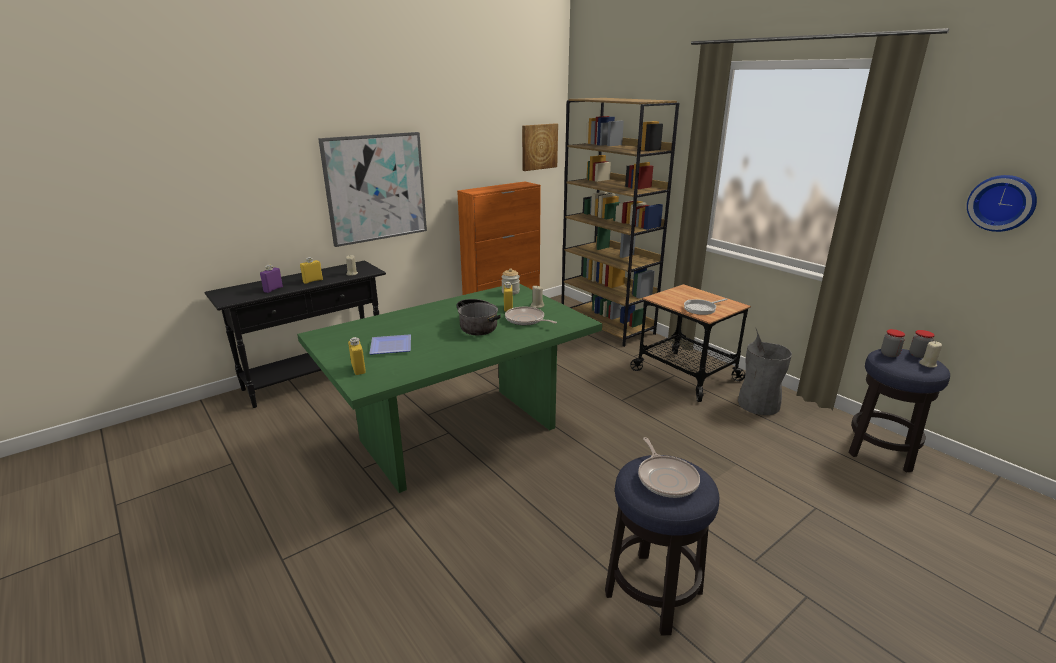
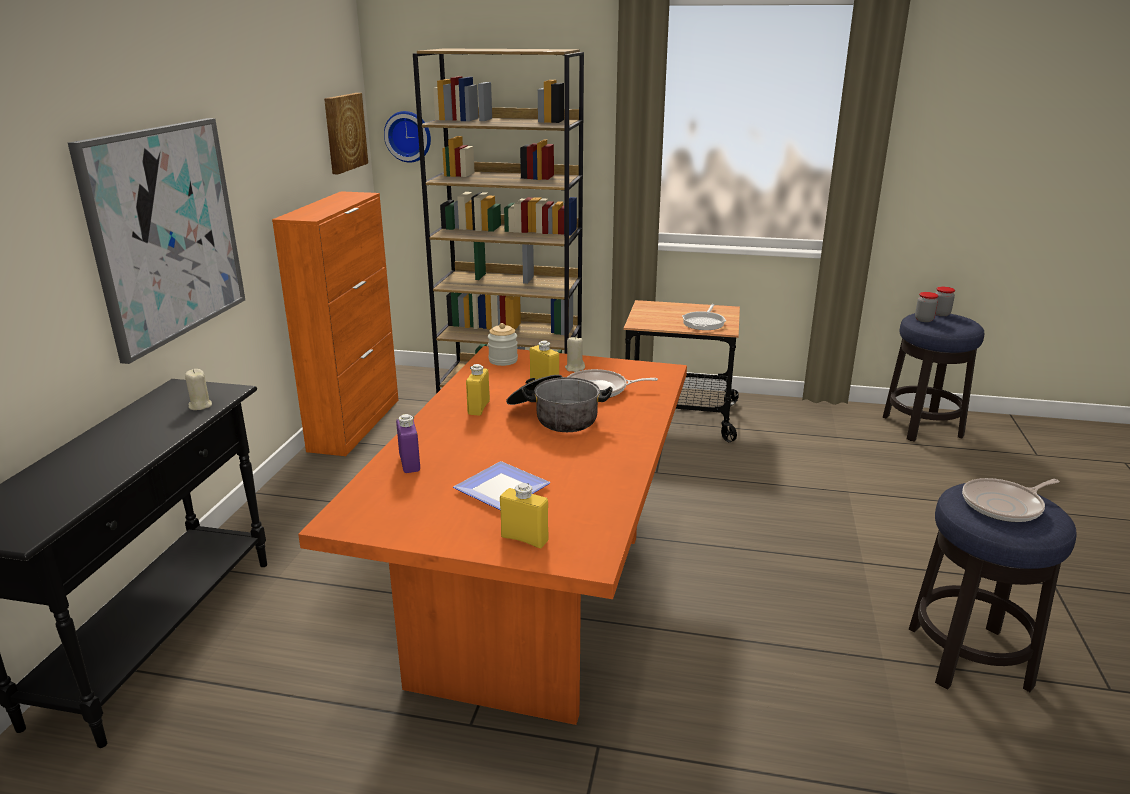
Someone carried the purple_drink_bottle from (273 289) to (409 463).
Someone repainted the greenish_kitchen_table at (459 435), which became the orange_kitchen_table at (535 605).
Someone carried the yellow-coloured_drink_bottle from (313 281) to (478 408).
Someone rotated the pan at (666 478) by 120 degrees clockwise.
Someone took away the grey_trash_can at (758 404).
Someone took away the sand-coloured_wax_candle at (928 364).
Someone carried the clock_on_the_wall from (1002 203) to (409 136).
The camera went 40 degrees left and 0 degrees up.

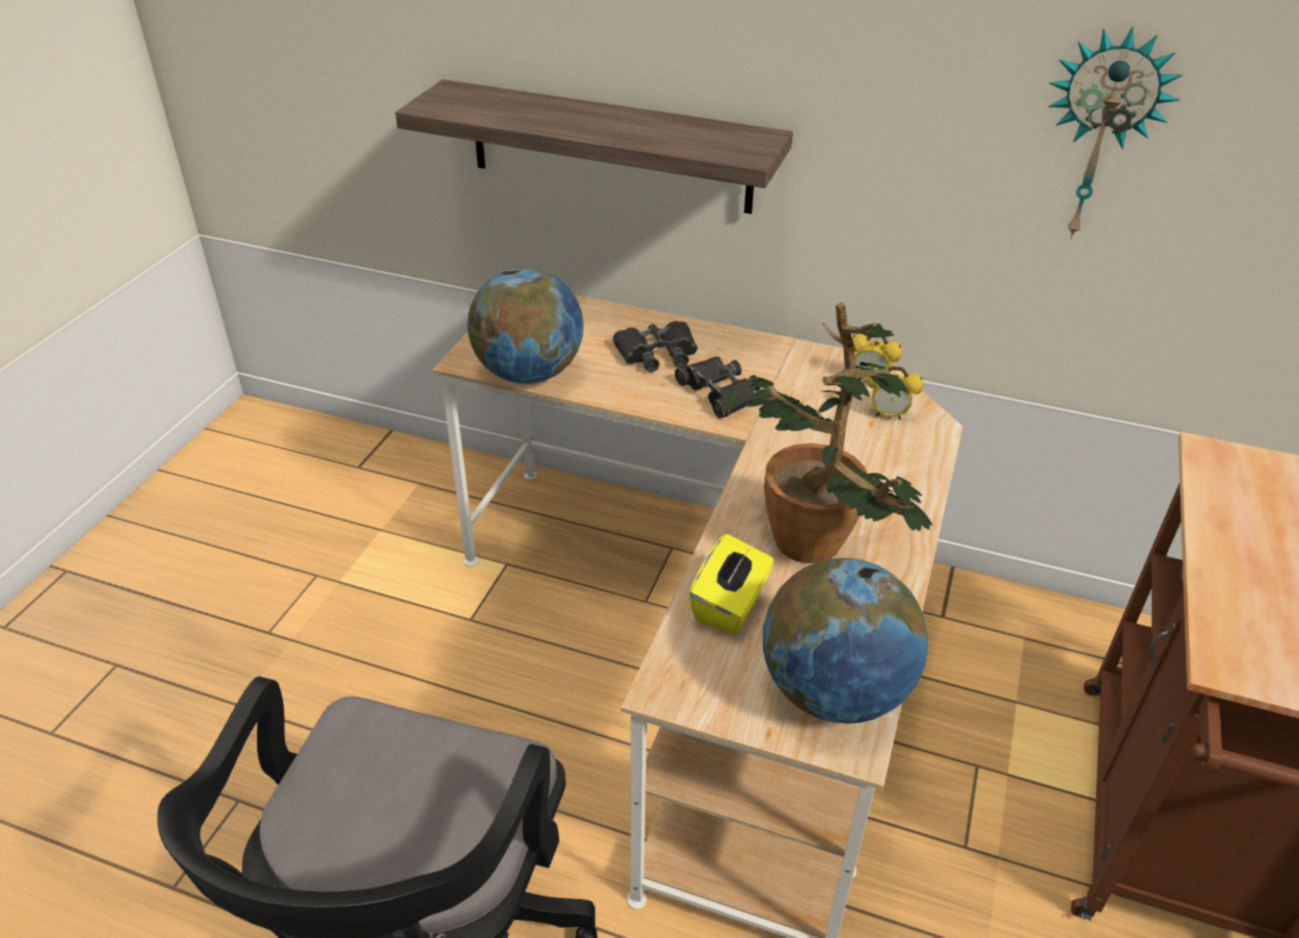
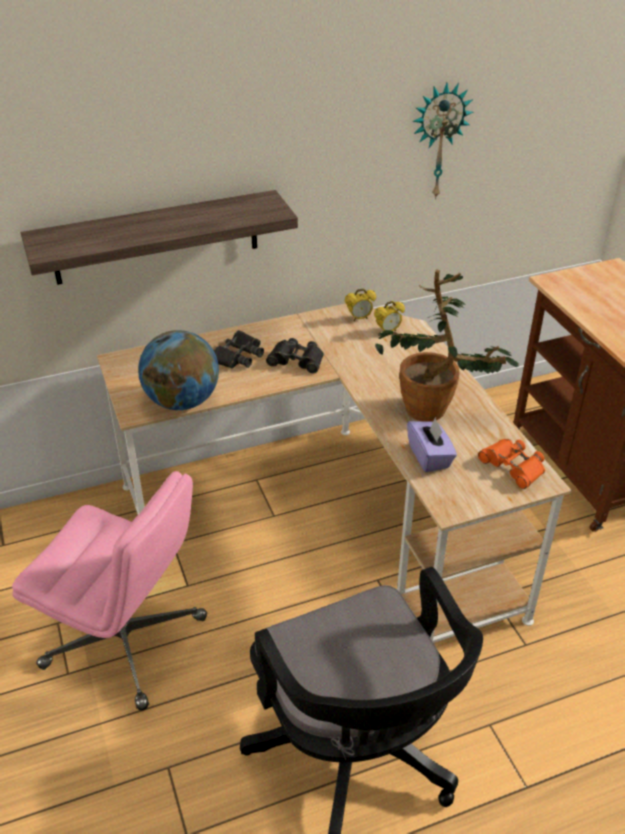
Someone repainted the yellow-coloured_tissue_box at (730 604), which became the purple_tissue_box at (429 457).
Someone swapped the world_globe at (834 692) for the orange_binoculars at (513 466).
Someone put down the pink_office_chair at (127 642).
The camera went 40 degrees left and 0 degrees up.

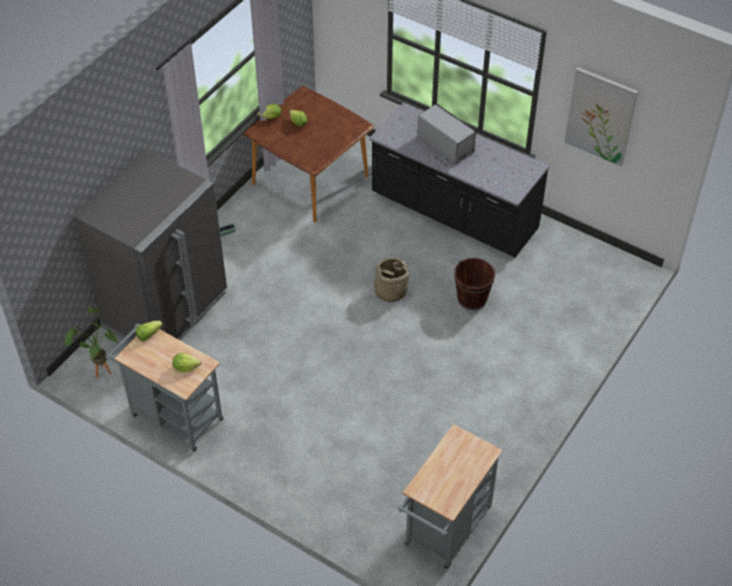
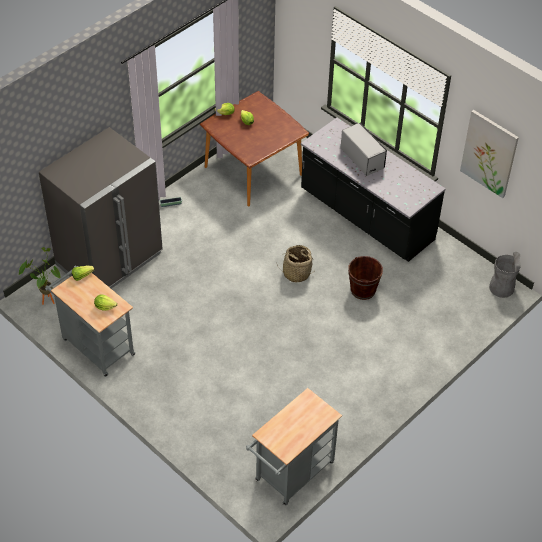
Someone put down the grey_trash_can at (501 288).
The camera went 10 degrees right and 0 degrees up.

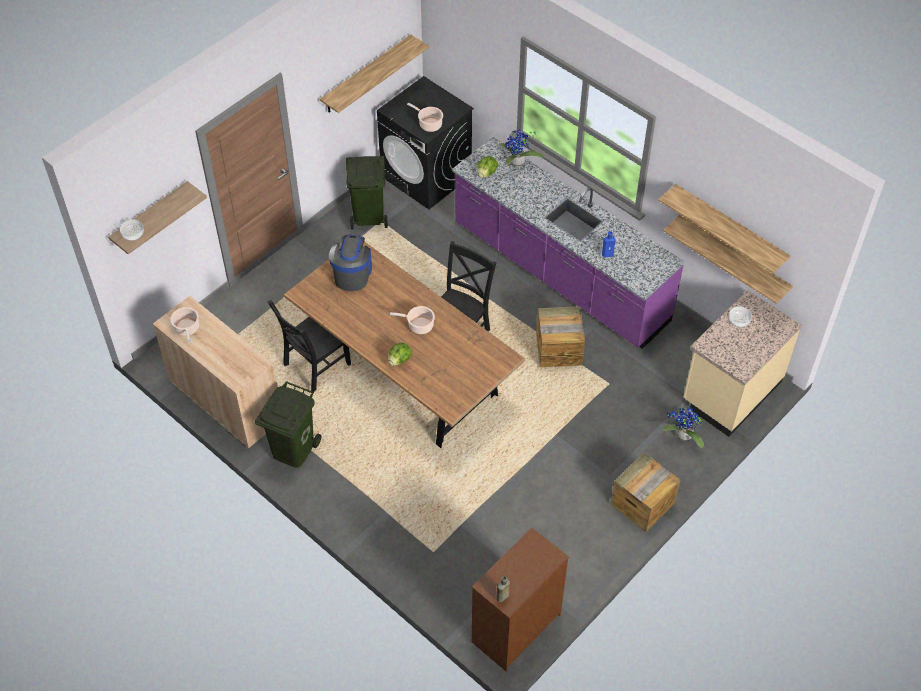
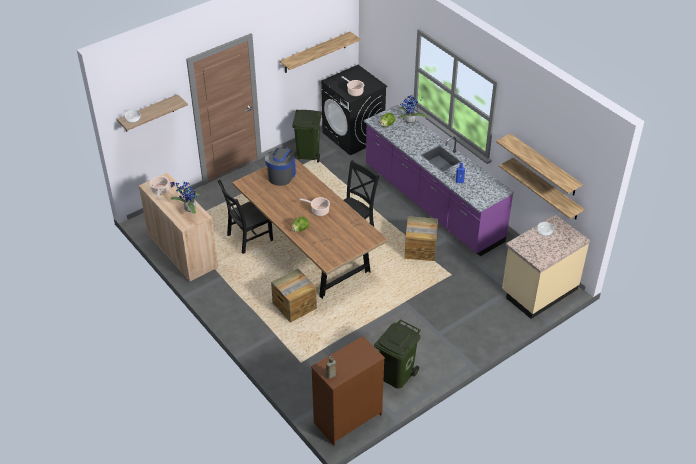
Someone carried the greenish_trash_can from (292 449) to (396 375).
Someone carried the shipping_crate from (642 503) to (294 306).
Someone carried the plant_in_a_pot from (682 436) to (188 209).
The camera went 10 degrees right and 10 degrees down.

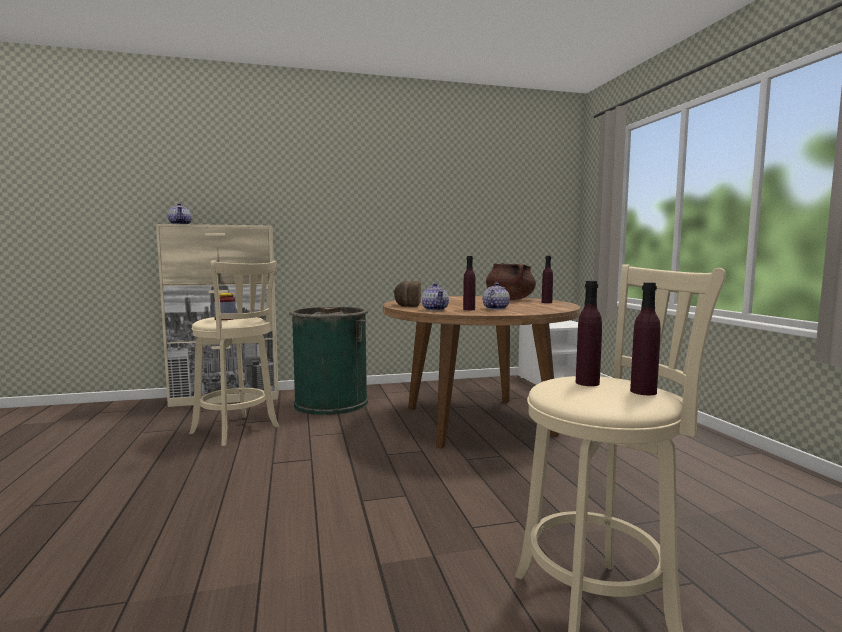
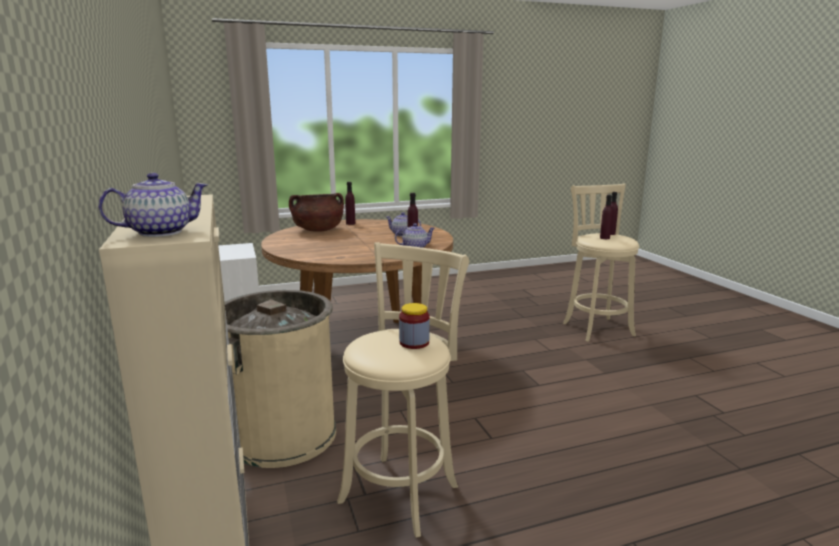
Someone repainted the greenish_trash_can at (331 403), which became the sand-coloured_trash_can at (283 435).
Someone took away the baked_bread at (407 305).
The camera went 95 degrees left and 10 degrees up.

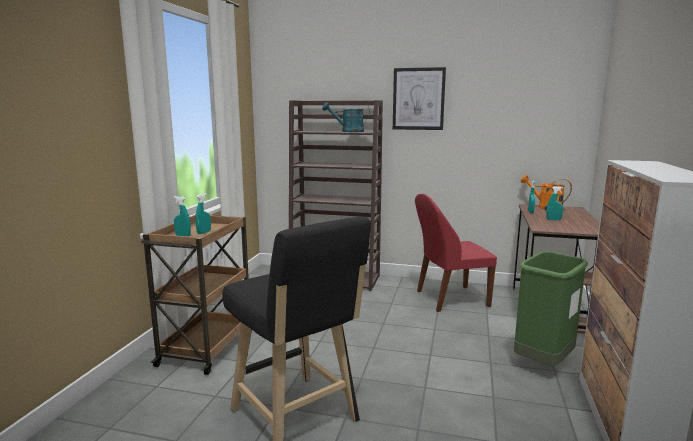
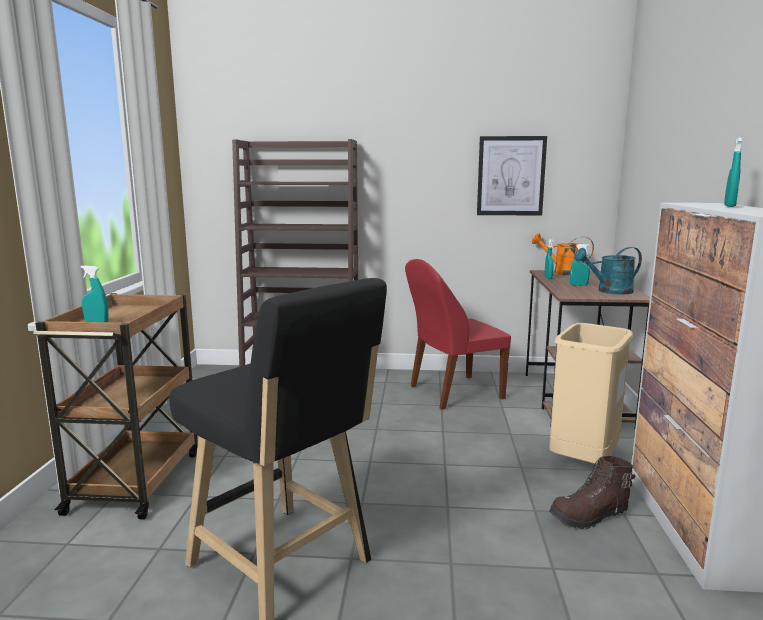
Someone carried the blue-green_spray_bottle from (204 232) to (729 206).
Someone carried the blue-green_watering_pot from (348 131) to (609 291).
Someone carried the wall_art from (418 99) to (511 176).
Someone repainted the greenish_trash_can at (543 362), which became the sand-coloured_trash_can at (583 461).
Someone put down the brownish_tall_boot at (590 516).
The camera went 10 degrees left and 0 degrees up.

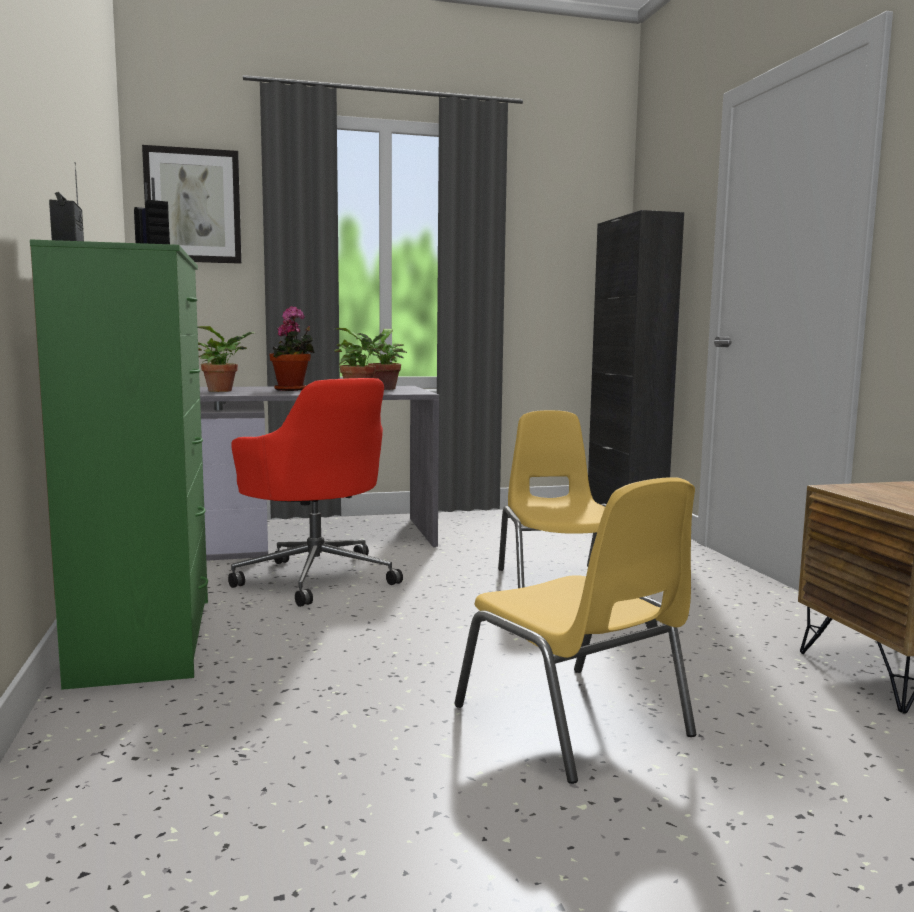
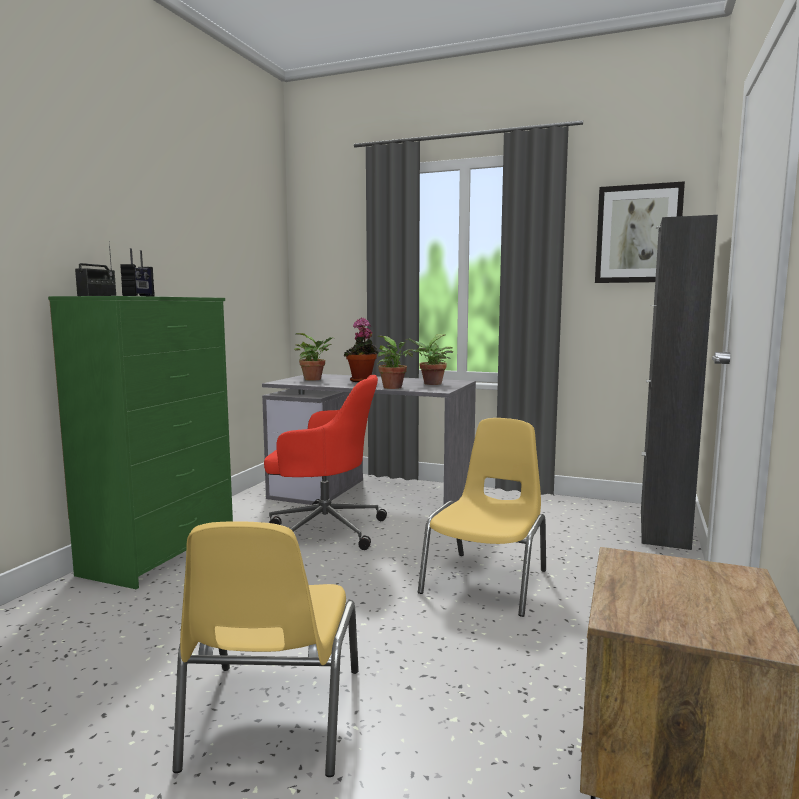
Someone carried the wall_art from (193 206) to (638 234).
Someone rotated the red_office_chair at (316 576) by 75 degrees counterclockwise.
The camera went 35 degrees right and 0 degrees up.

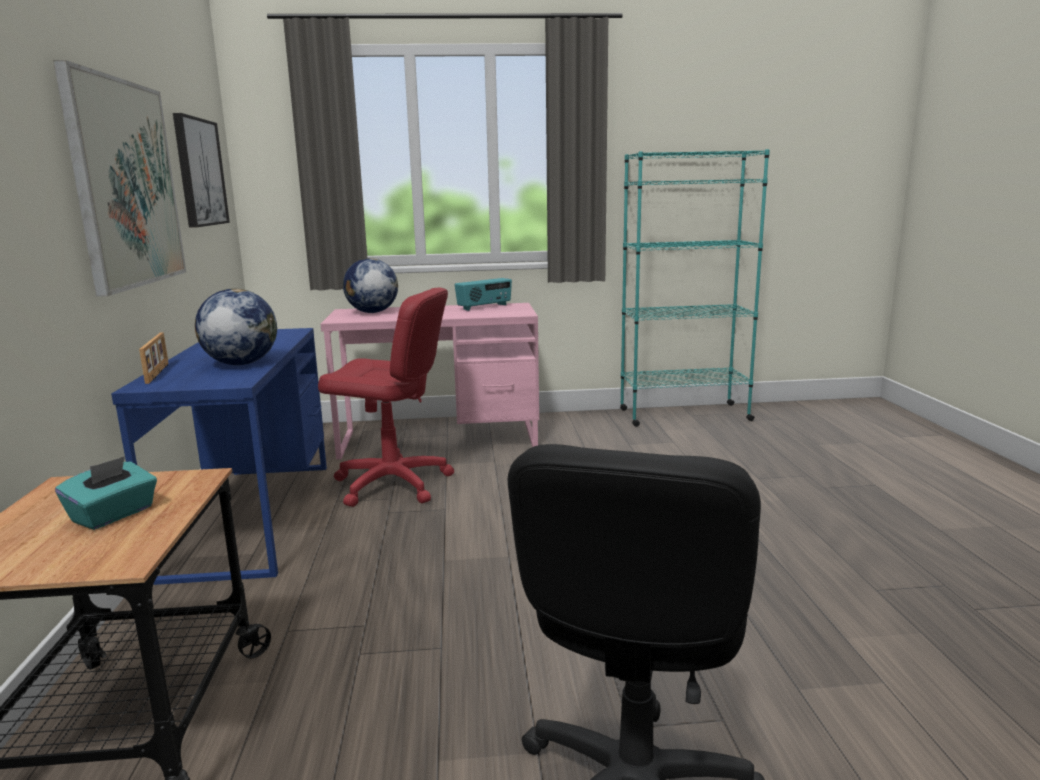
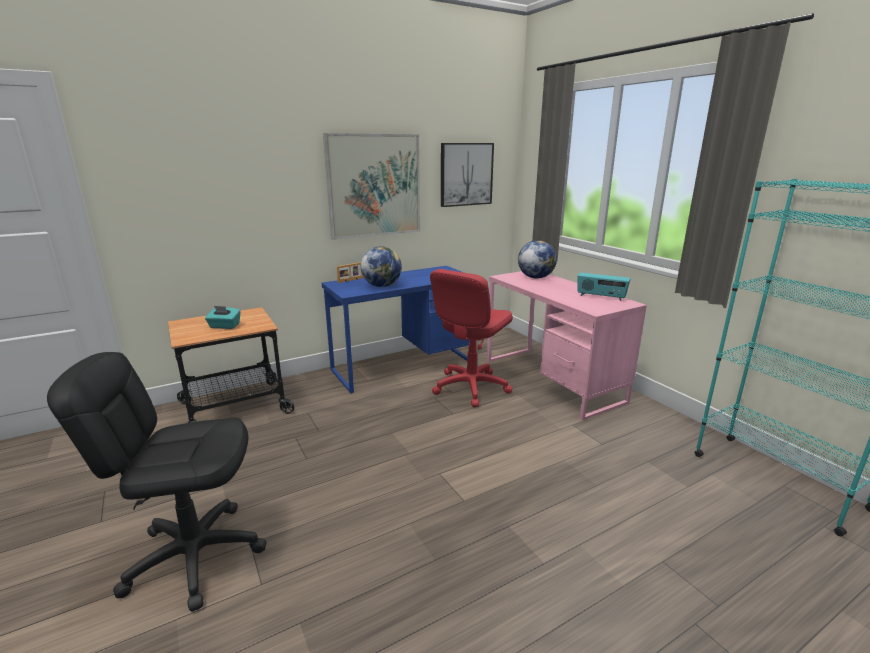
Someone rotated the red_office_chair at (392 484) by 45 degrees clockwise.
The camera went 65 degrees right and 5 degrees up.

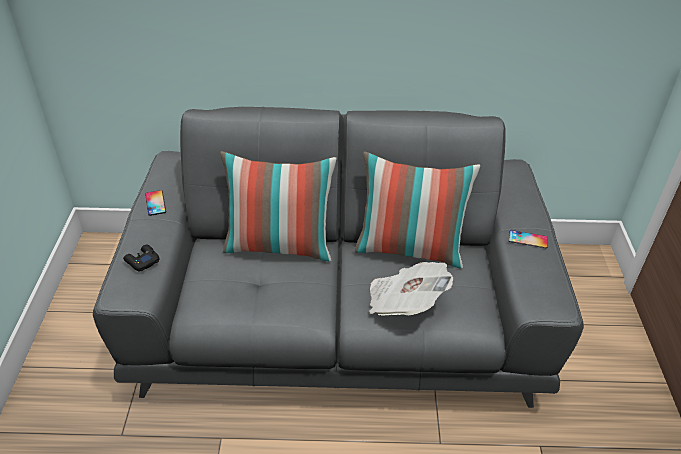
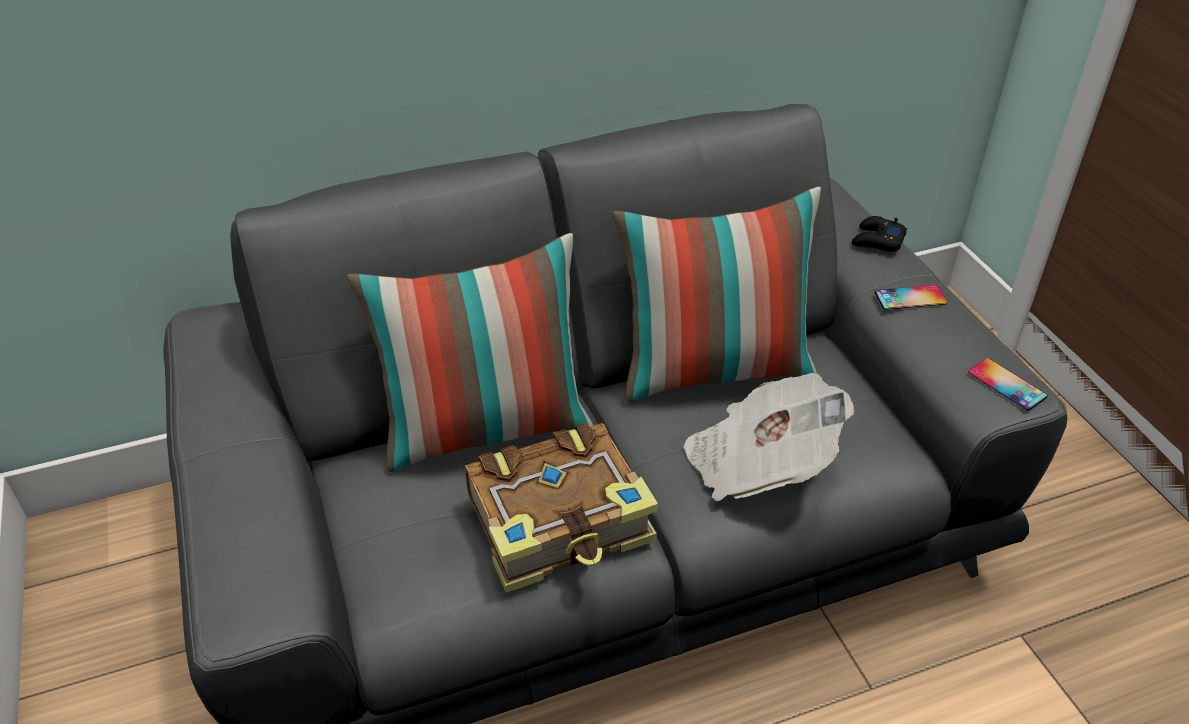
Someone carried the black-coloured_gamepad from (142 261) to (877 241).
Someone carried the telephone from (155 203) to (1007 384).
Someone put down the book at (562 522).
The camera went 20 degrees left and 0 degrees up.

